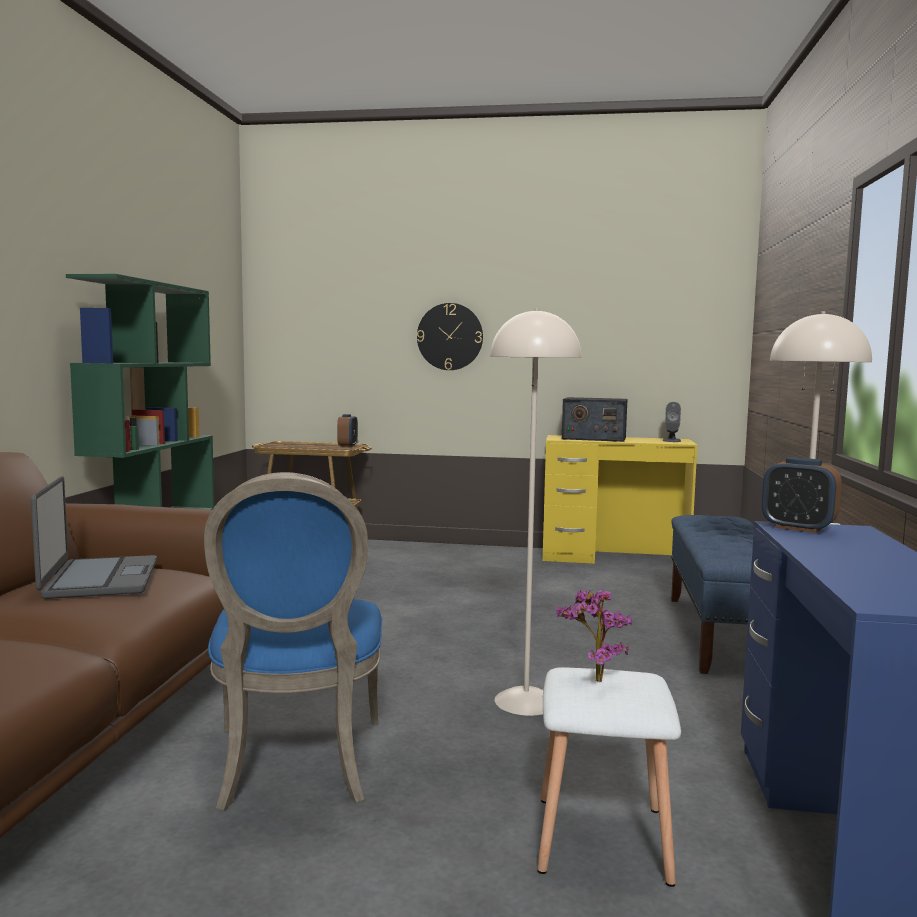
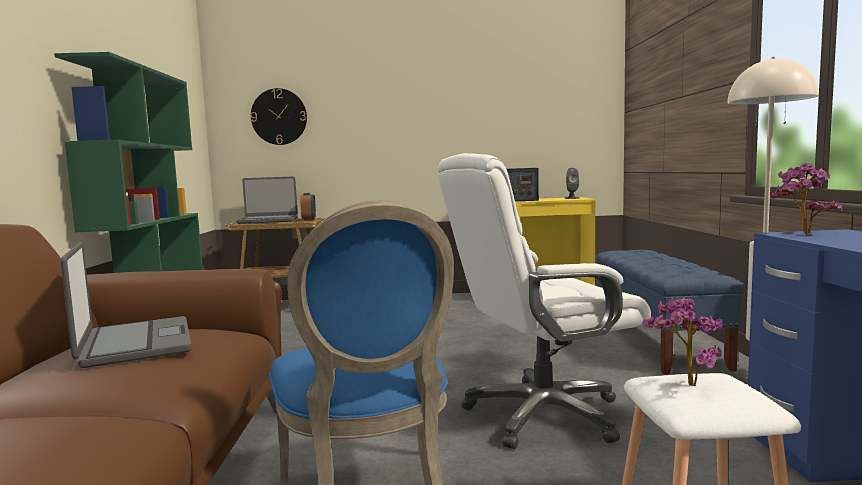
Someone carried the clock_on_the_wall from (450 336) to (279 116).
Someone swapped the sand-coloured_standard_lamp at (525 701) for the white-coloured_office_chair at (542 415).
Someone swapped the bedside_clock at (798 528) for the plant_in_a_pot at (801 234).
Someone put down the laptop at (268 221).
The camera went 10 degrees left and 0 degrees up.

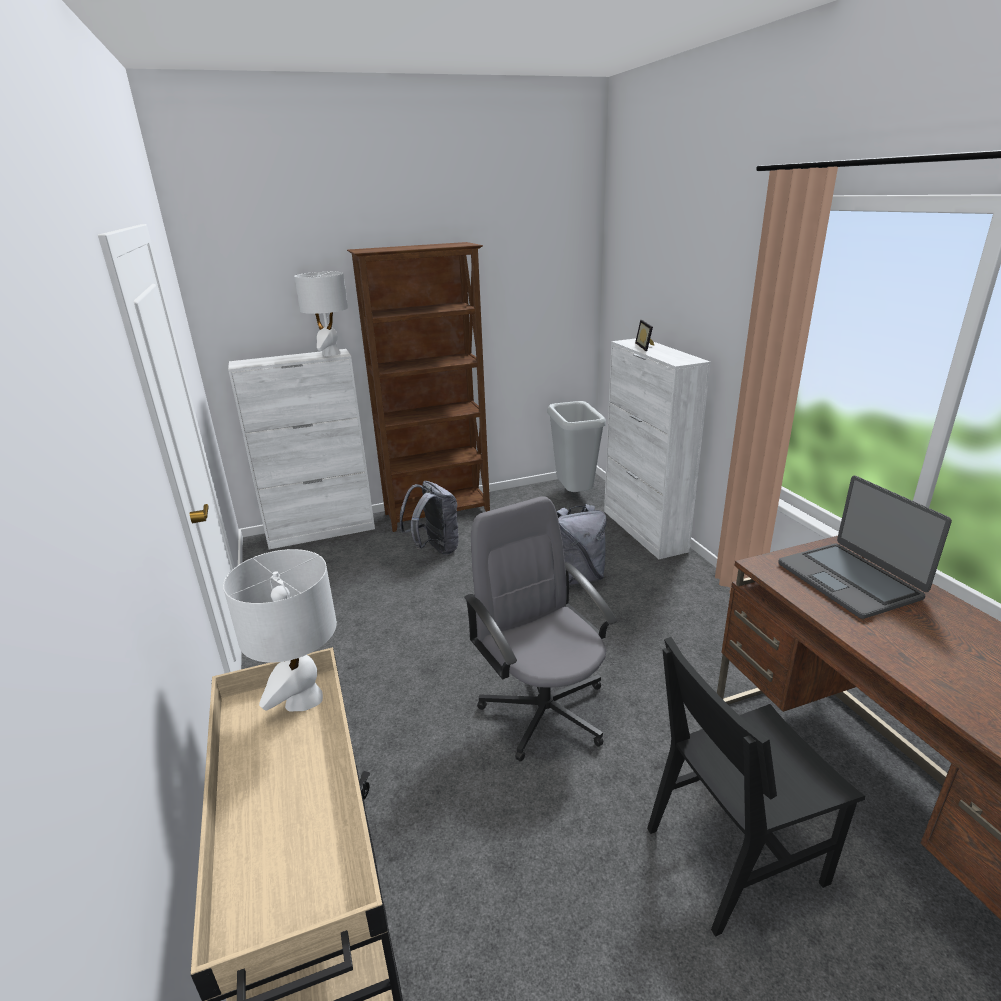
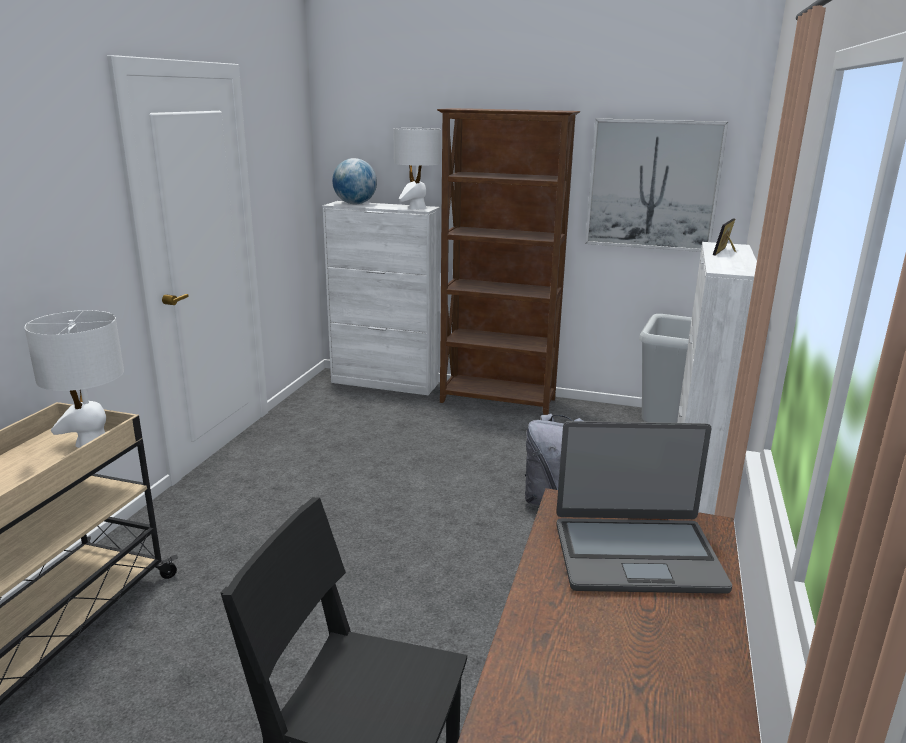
Someone took away the grey_knapsack at (434 549).
Someone took away the grey_office_chair at (544 709).
Someone rotated the laptop at (849 580) by 105 degrees counterclockwise.
Someone put down the world_globe at (355 204).
Someone put up the wall_art at (653 185).
The camera went 35 degrees right and 5 degrees down.

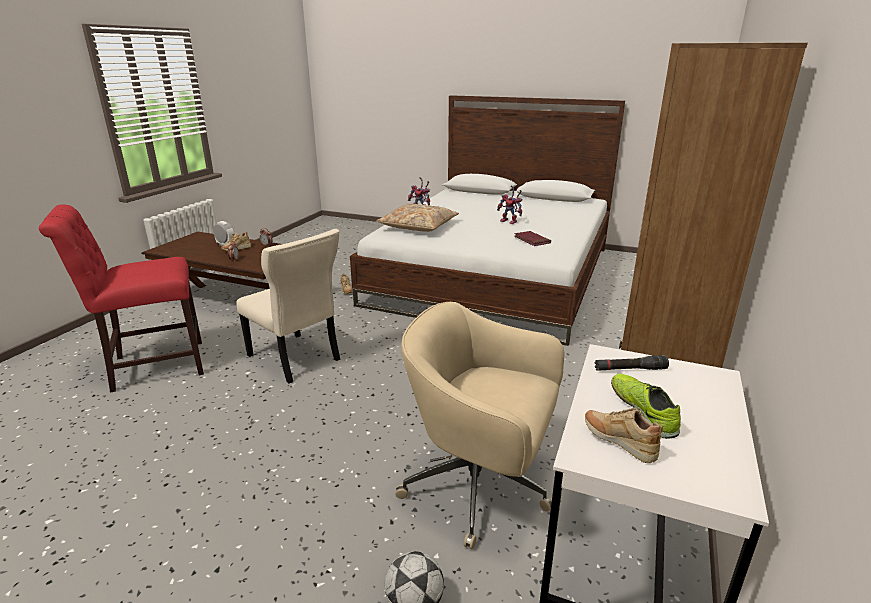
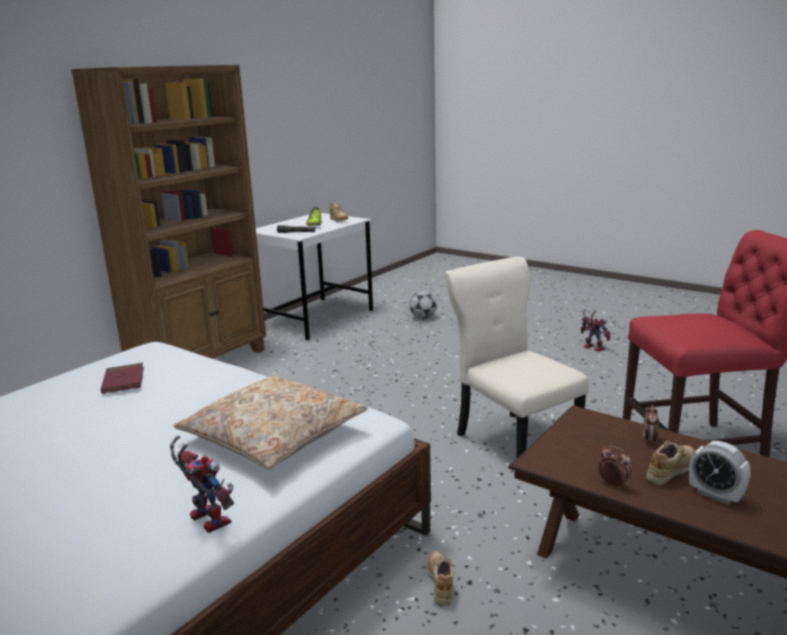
Someone took away the sand-coloured_office_chair at (479 487).
Someone carried the model_robot from (510 221) to (591 348).
The camera went 165 degrees left and 5 degrees down.

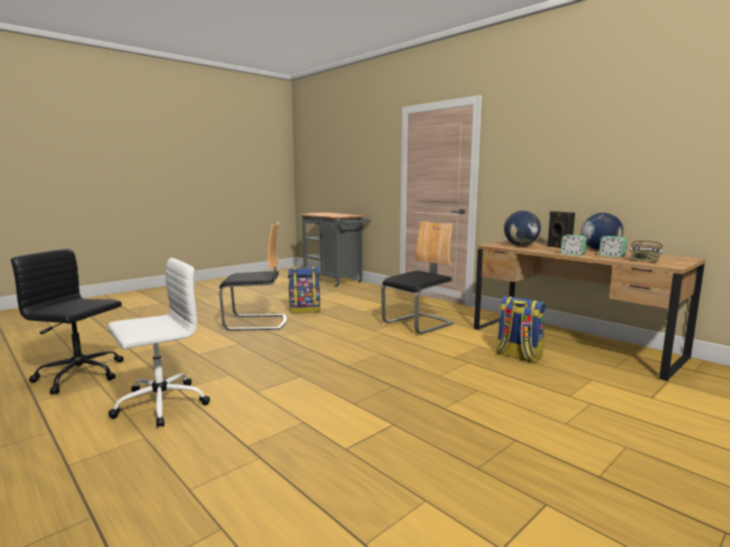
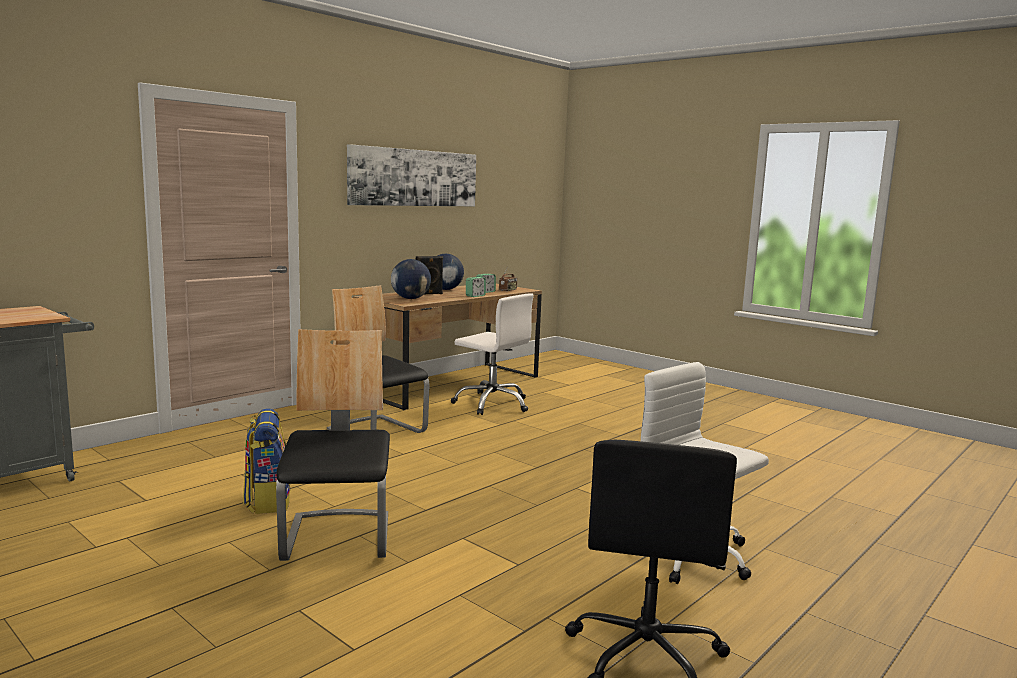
Someone swapped the knapsack at (518 356) for the white-coloured_office_chair at (492 404).
Someone put up the wall_art at (414 178).
The camera went 95 degrees left and 0 degrees up.

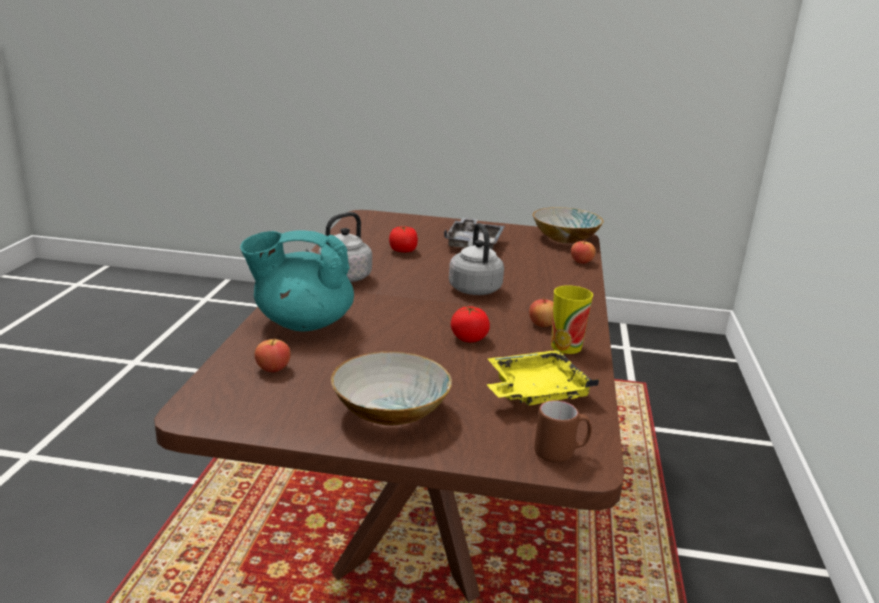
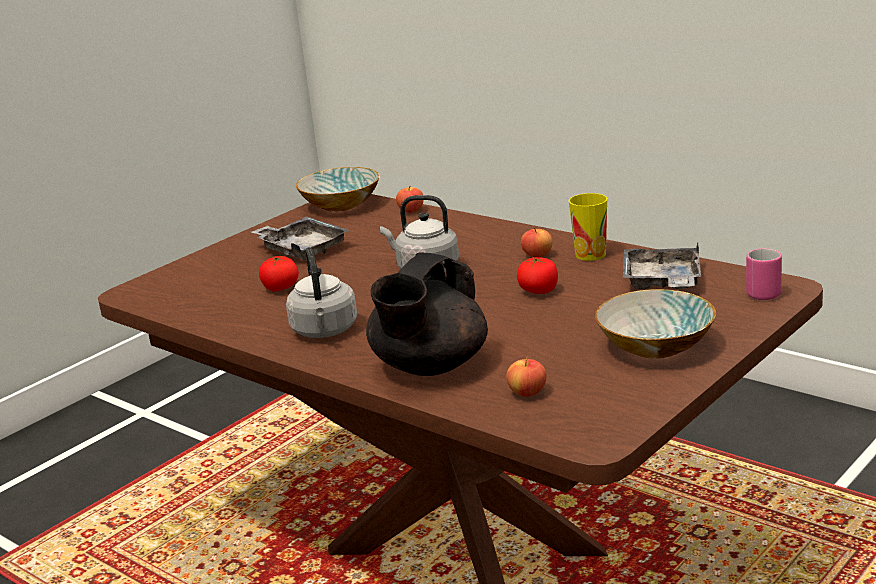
Someone repainted the blue-green_tea_pot at (302 323), which became the black-coloured_tea_pot at (429 367).
Someone repainted the yellow-coloured_serving_tray at (535 391), which became the grey_serving_tray at (662 282).
Someone repainted the brownish_coffee_mug at (560 453), which became the pink_coffee_mug at (765 292).
The camera went 55 degrees left and 0 degrees up.

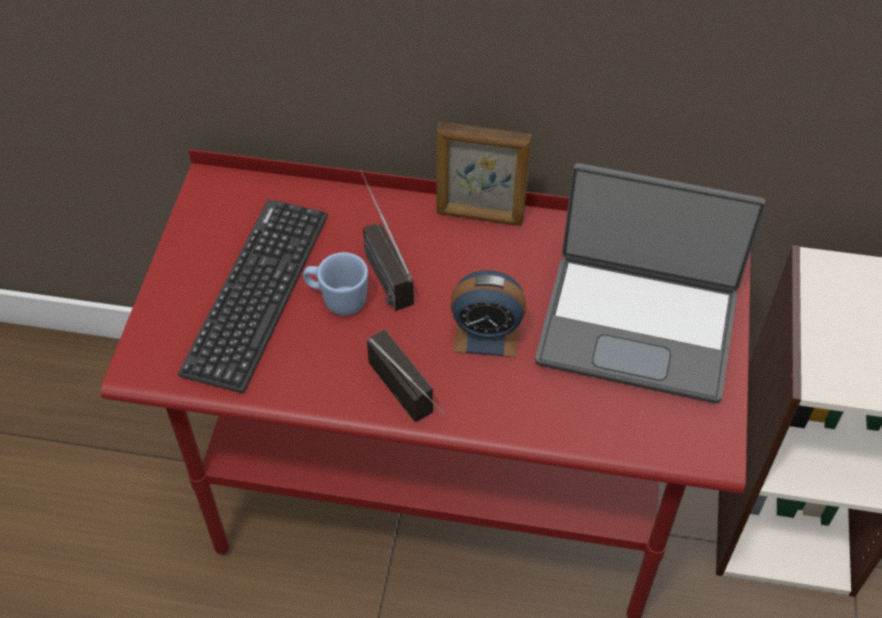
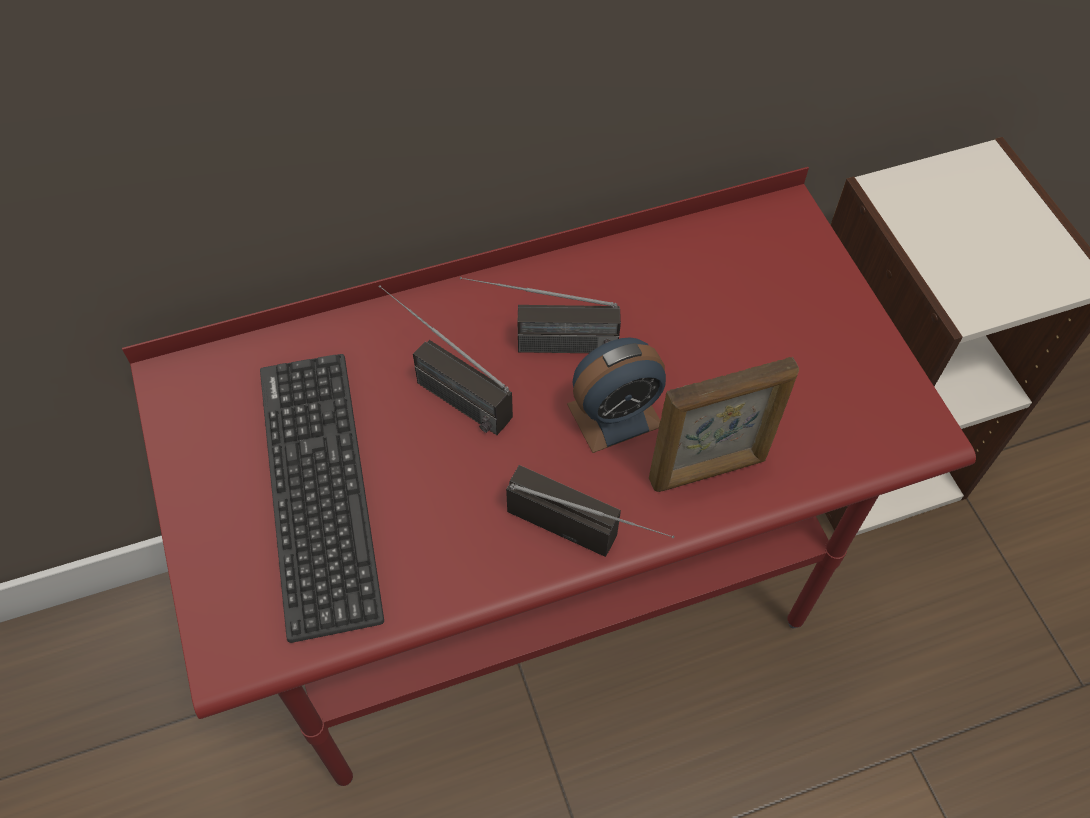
Someone took away the bluish_coffee_mug at (337 300).
Someone carried the standing_frame from (480 216) to (708 470).
Someone took away the laptop at (638 326).
Someone put down the radio at (540 345).
The camera went 30 degrees left and 5 degrees up.

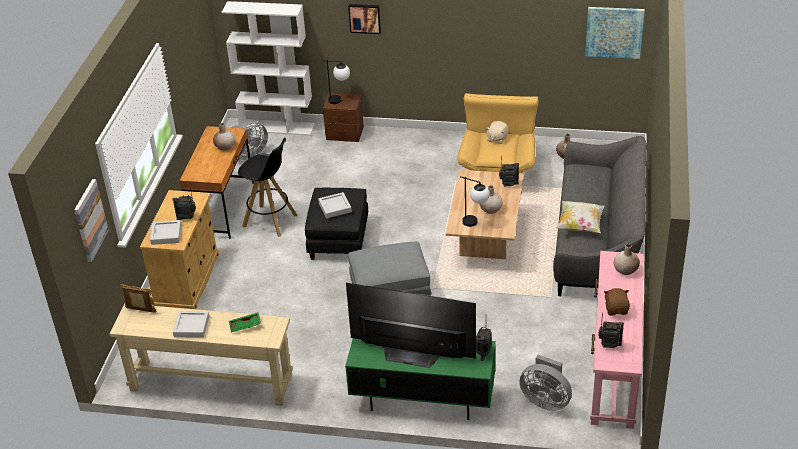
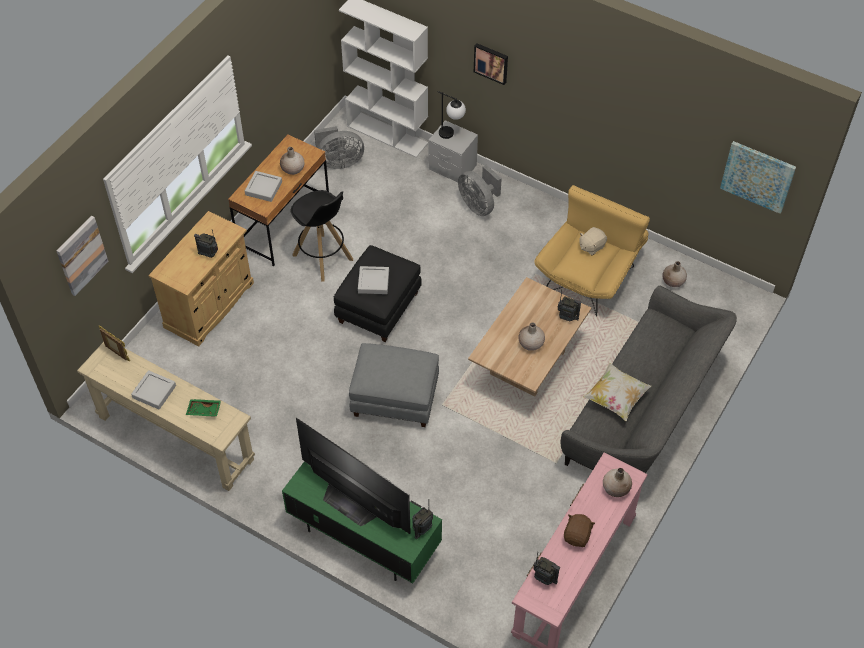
Someone carried the grey_serving_tray from (166 235) to (263 188).
Someone repainted the brownish_bedside_table at (344 133), which became the grey_bedside_table at (452 167).
Someone took away the table_lamp at (475 223).
Someone carried the grey_fan from (545 400) to (479 205).
The camera went 20 degrees right and 15 degrees up.

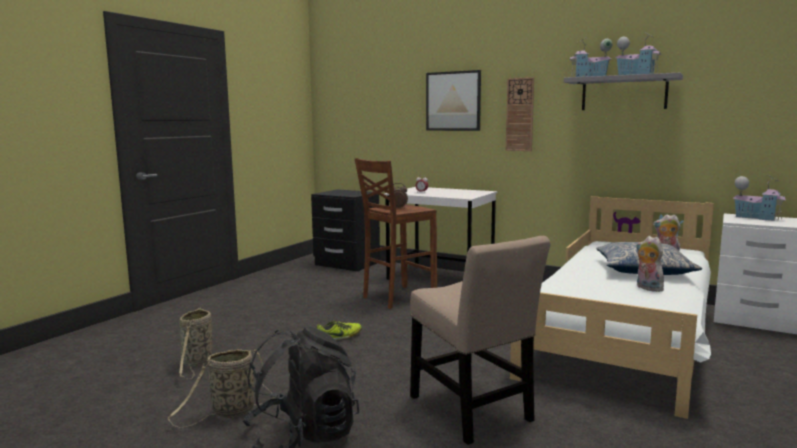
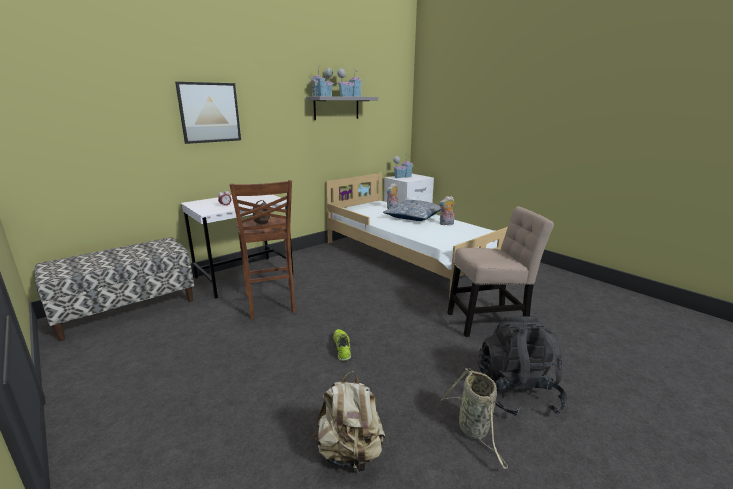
Someone swapped the household_basket at (196 363) for the sand-coloured_knapsack at (350 453).
Someone swapped the black-coloured_bedside_table at (346 264) for the indoor_bench at (127 309).
Someone took away the clock_on_the_wall at (520 114).
The camera went 70 degrees left and 10 degrees up.

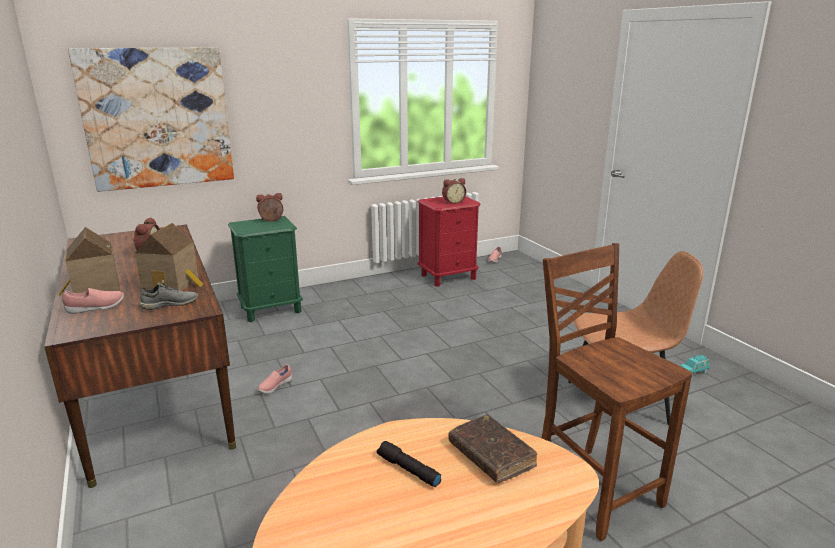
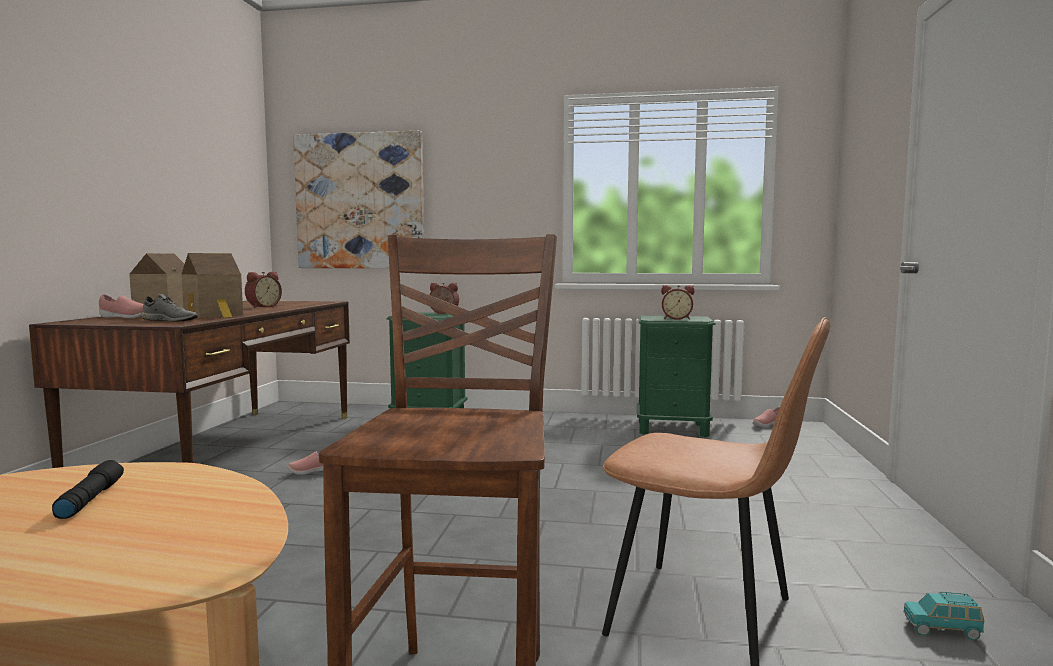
Someone repainted the red_bedside_table at (448 277), which became the greenish_bedside_table at (672 429).
Someone took away the brownish_book at (491 455).
The camera went 35 degrees right and 15 degrees down.

